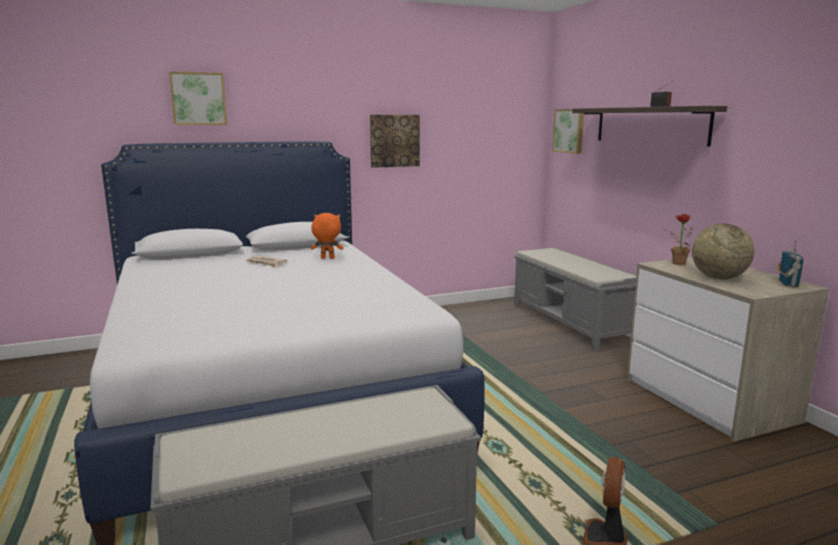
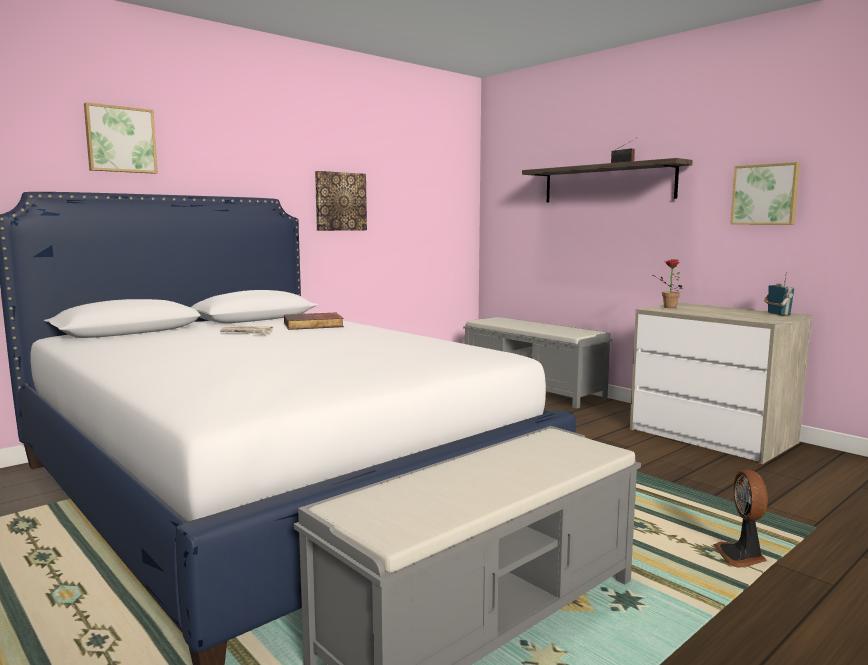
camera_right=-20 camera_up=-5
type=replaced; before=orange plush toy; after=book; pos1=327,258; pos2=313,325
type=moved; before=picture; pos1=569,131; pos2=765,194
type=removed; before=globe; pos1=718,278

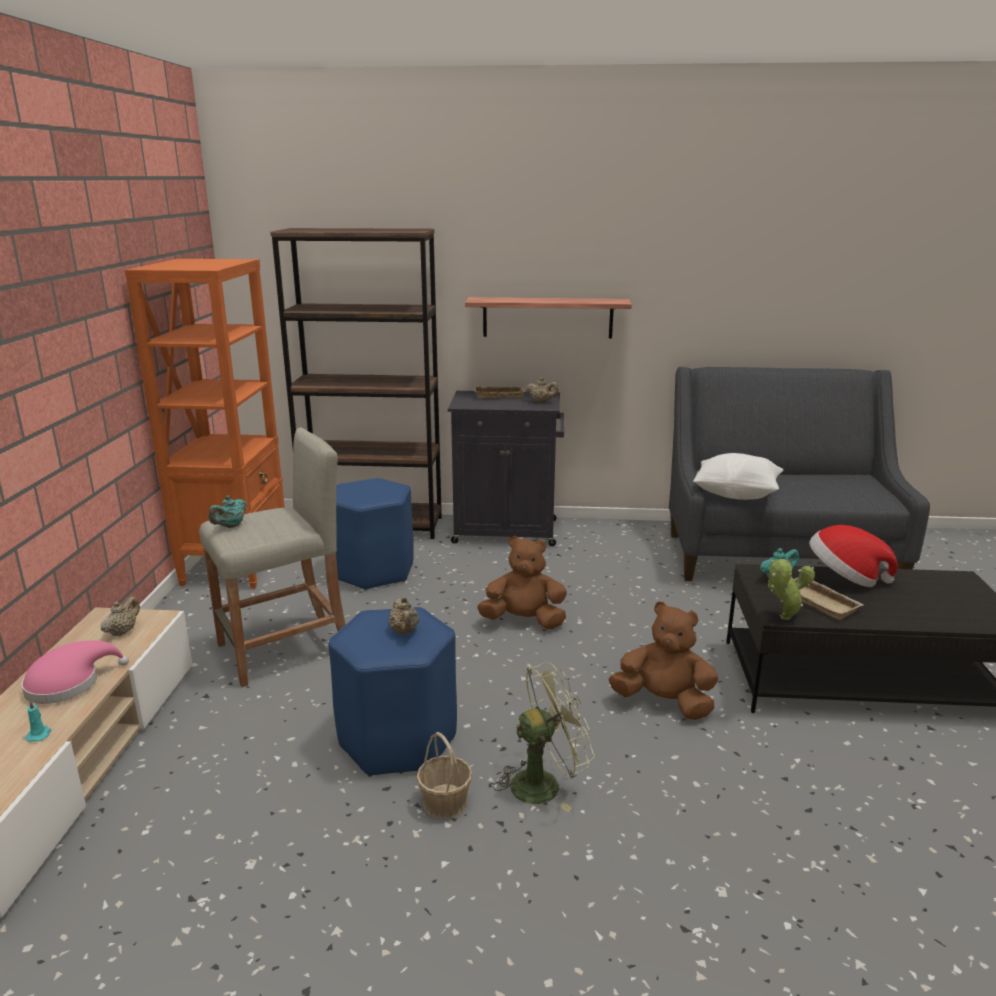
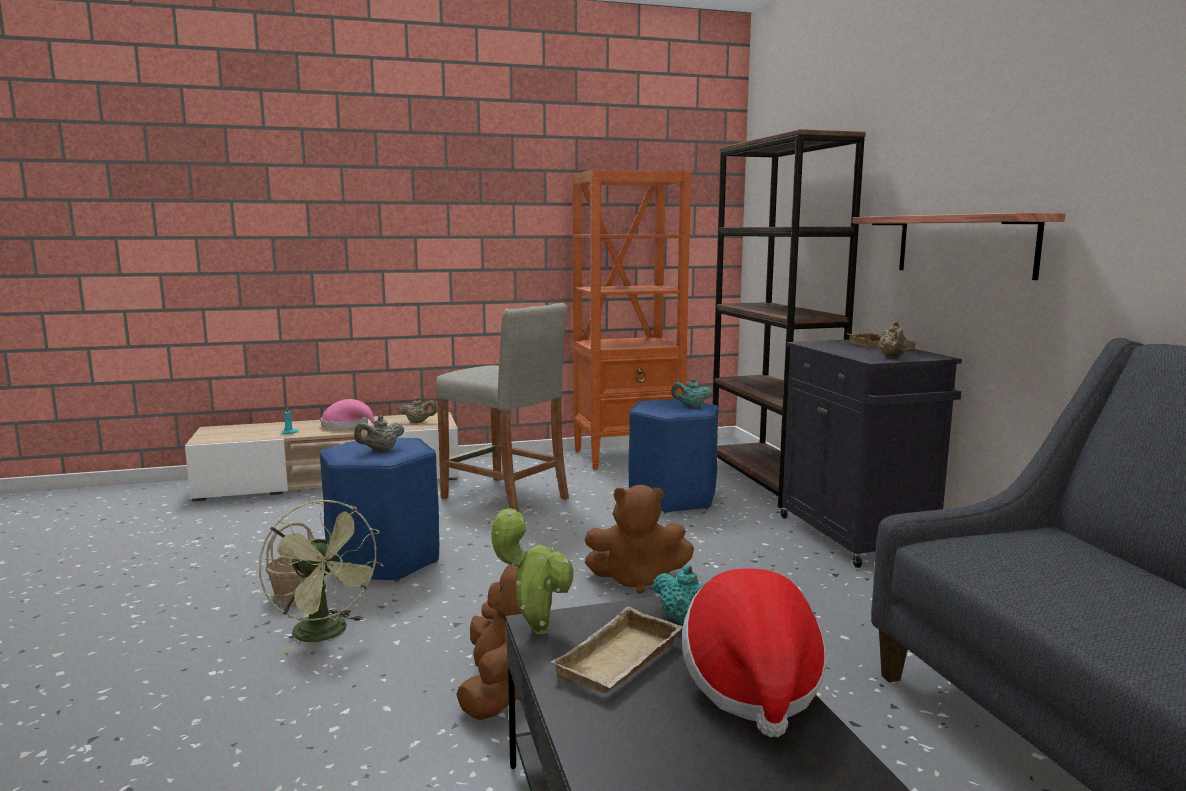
camera_right=70 camera_up=-10
type=moved; before=turquoise teapot; pos1=230,526; pos2=691,407
type=turned; before=brown plush toy; pos1=524,621; pos2=637,579; turn=105
type=removed; before=white pillow; pos1=736,495

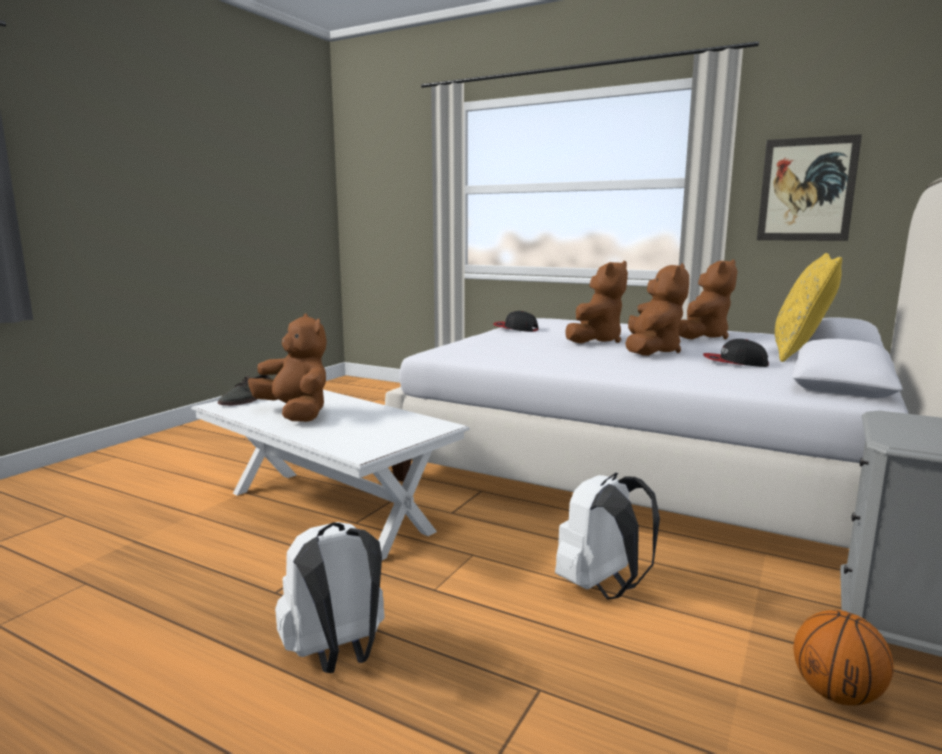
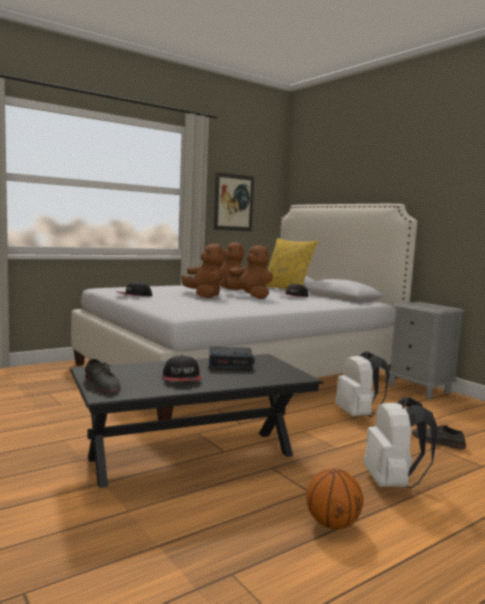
camera_right=-65 camera_up=-5
type=recoloured; before=white coffee table; after=black coffee table; pos1=328,511; pos2=193,456
type=replaced; before=brown plush toy; after=cap; pos1=296,414; pos2=182,378
type=moved; before=basketball; pos1=835,694; pos2=332,524
type=added; after=alarm clock; pos2=230,364
type=added; after=grey shoe; pos2=437,442

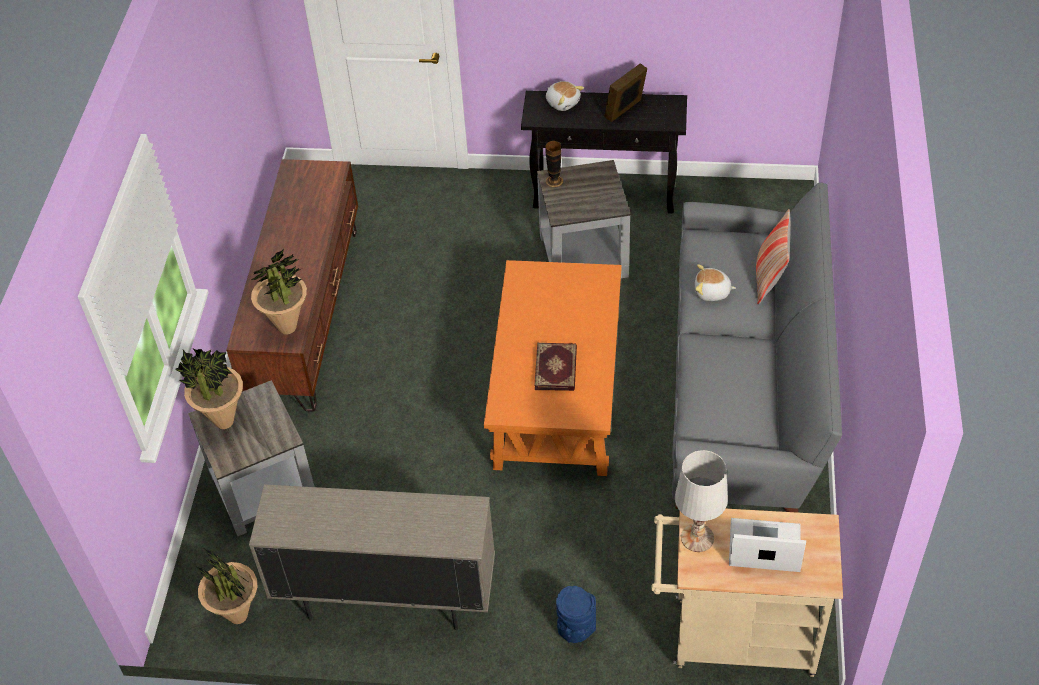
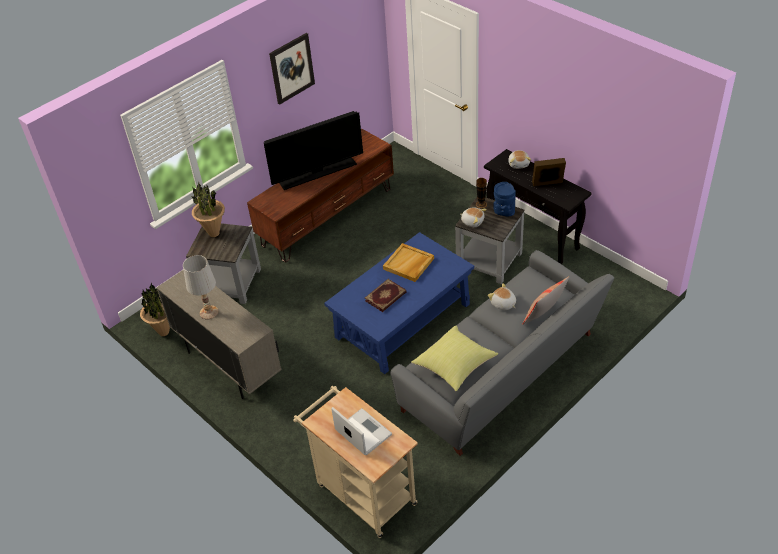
camera_right=40 camera_up=-5
type=removed; before=potted plant; pos1=287,327
type=recoloured; before=orange coffee table; after=blue coffee table; pos1=558,394; pos2=402,321
type=moved; before=blue vase; pos1=576,629; pos2=503,212
type=moved; before=white table lamp; pos1=697,538; pos2=209,312
type=added; after=television; pos2=318,173
type=added; after=picture; pos2=291,68
type=added; after=beige tray; pos2=408,264
type=added; after=yellow pillow; pos2=455,366
type=added; after=plush toy; pos2=472,221

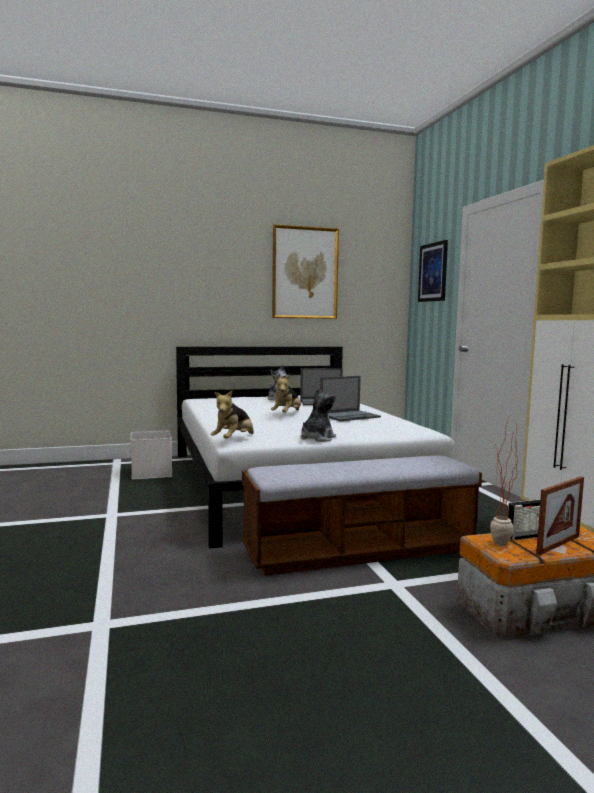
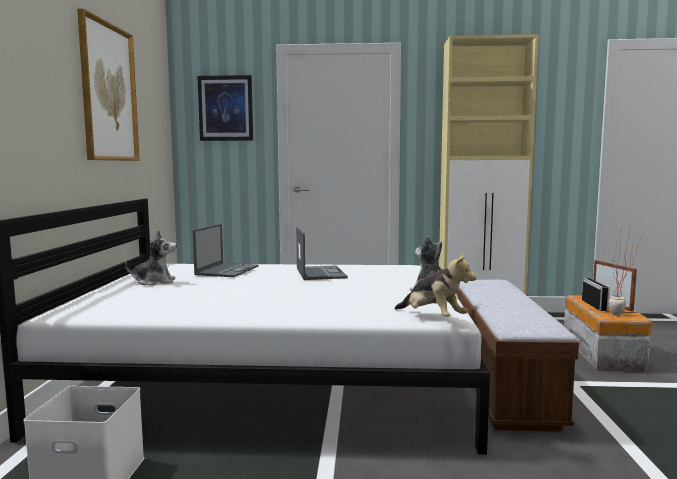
camera_right=-70 camera_up=0
type=removed; before=plush toy; pos1=287,414

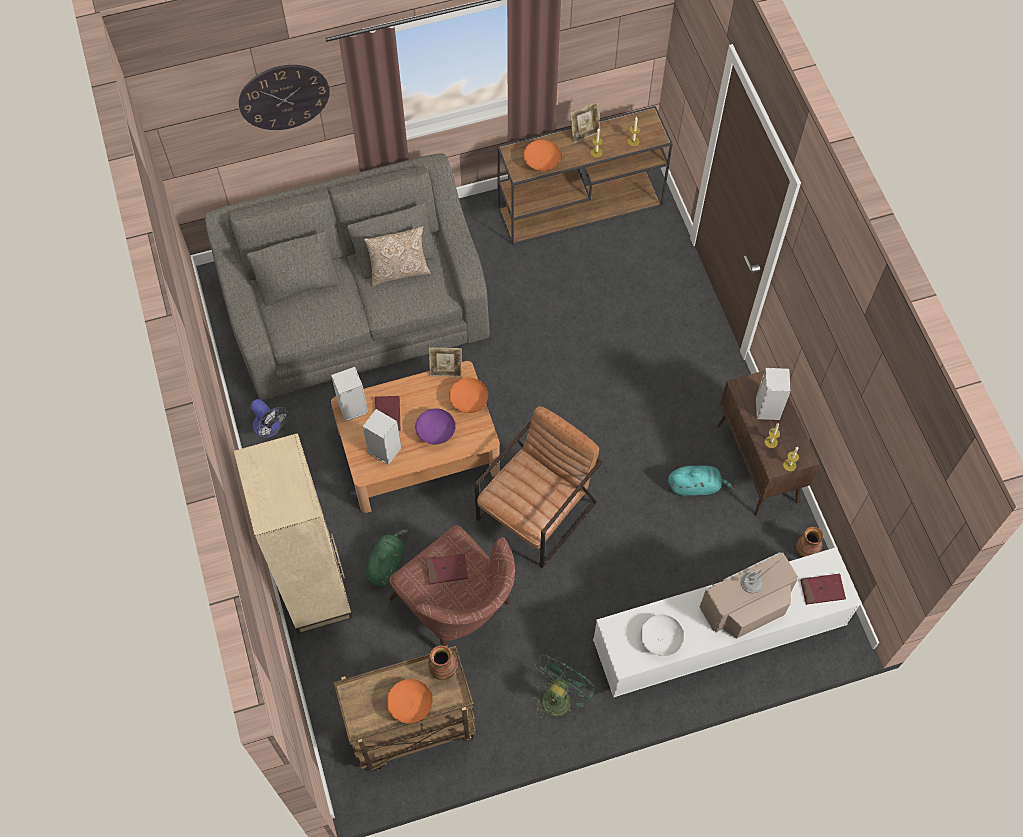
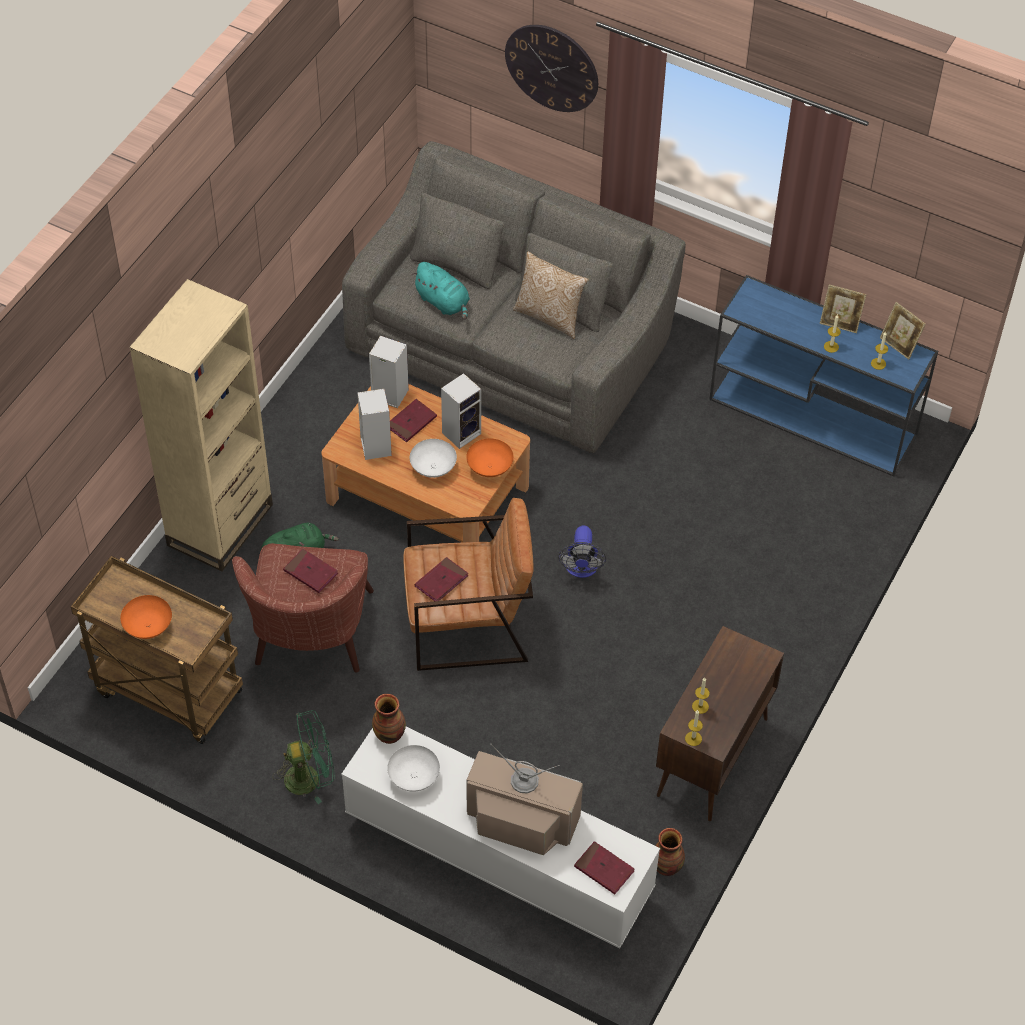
camera_right=45 camera_up=-10
type=moved; before=fan; pos1=270,428; pos2=581,569
type=recoloured; before=purple bowl; after=white bowl; pos1=436,433; pos2=433,468
type=moved; before=vase; pos1=443,669; pos2=390,734
type=moved; before=picture frame; pos1=446,371; pos2=899,345
type=recoloured; before=brown console table; after=blue console table; pos1=581,206; pos2=815,417
type=removed; before=orange bowl; pos1=541,163
type=moved; before=turquoise plush toy; pos1=696,486; pos2=444,302
type=moved; before=speaker; pos1=767,407; pos2=462,432
type=added; after=red book; pos2=441,581

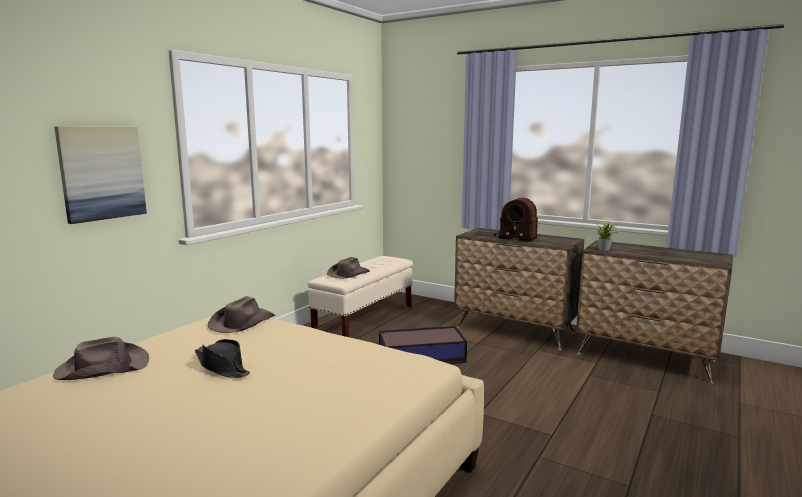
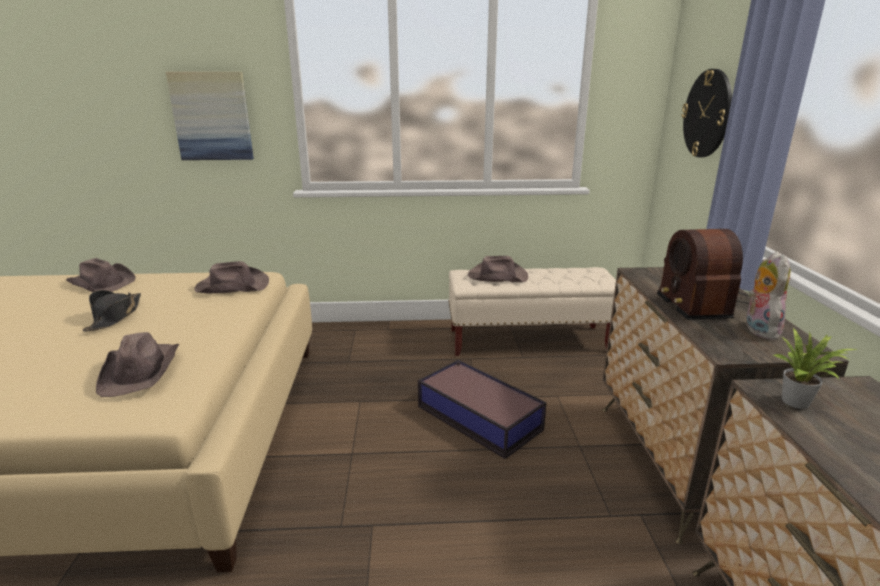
camera_right=55 camera_up=10
type=added; after=brown hat; pos2=141,370
type=added; after=wall clock; pos2=707,114
type=added; after=plush toy; pos2=758,329

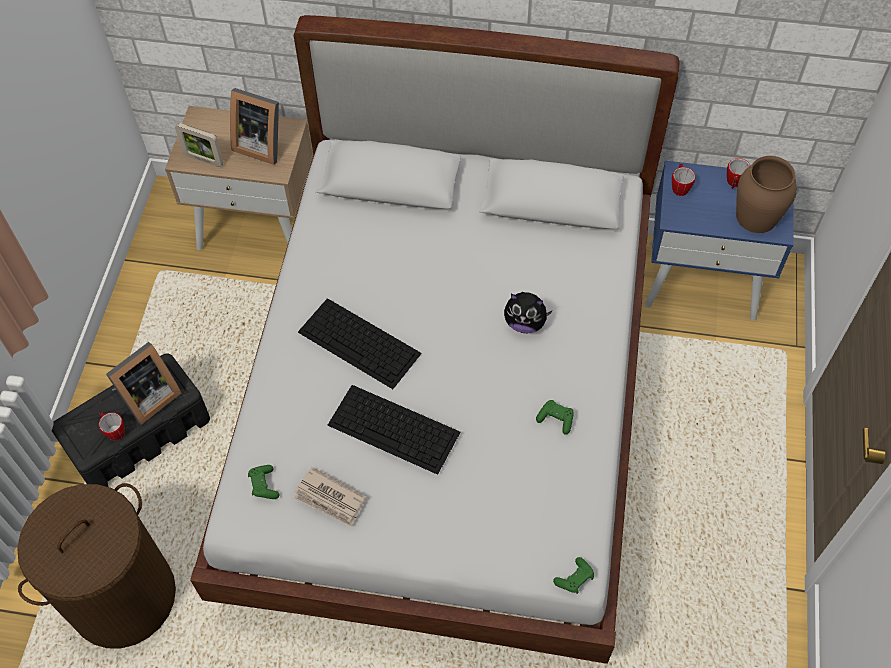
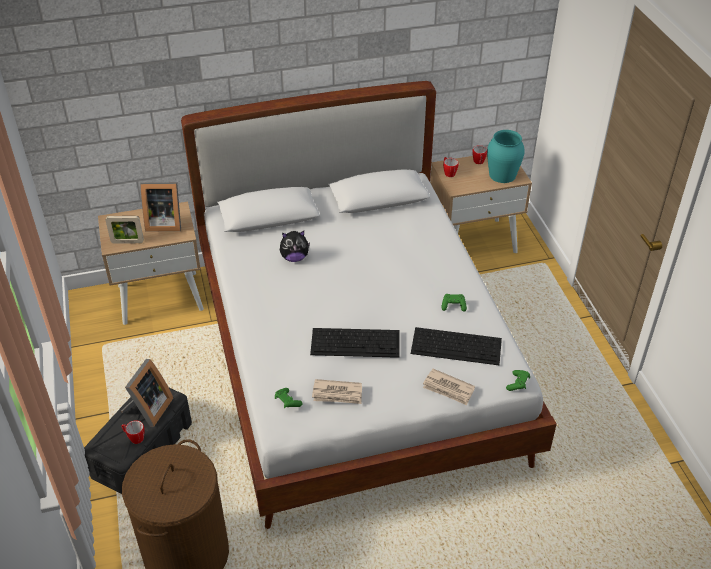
camera_right=-25 camera_up=-15
type=moved; before=keyboard; pos1=360,343; pos2=457,346
type=moved; before=plush toy; pos1=525,323; pos2=294,258
type=recoloured; before=blue nightstand; after=beige nightstand; pos1=703,280; pos2=473,241
type=recoloured; before=brown vase; after=turquoise vase; pos1=756,217; pos2=502,175
type=added; after=newspaper; pos2=448,389

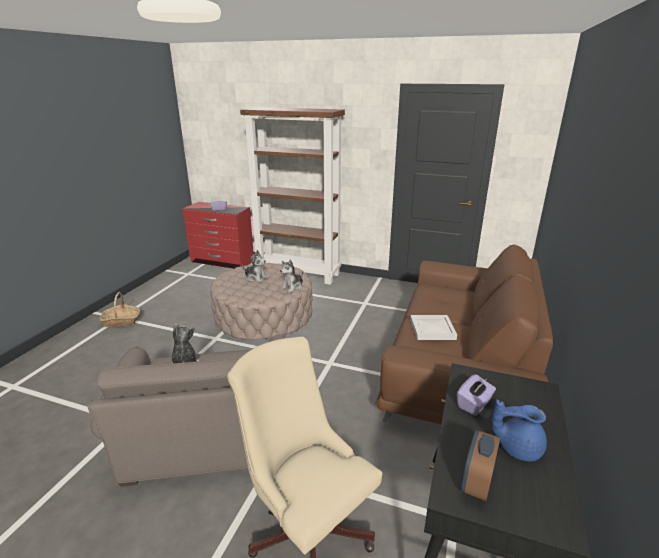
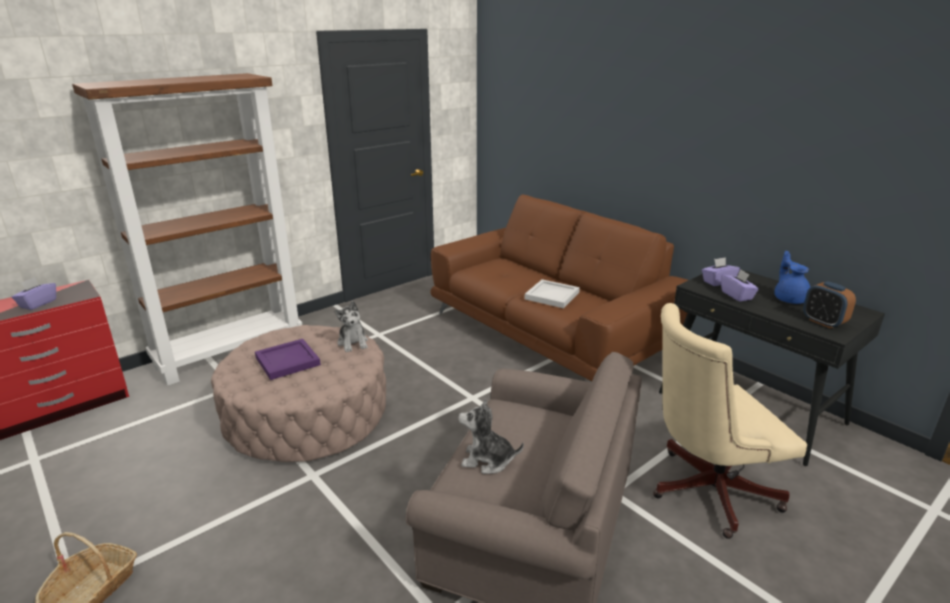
camera_right=-60 camera_up=0
type=replaced; before=plush toy; after=purple tray; pos1=256,278; pos2=286,361
type=turned; before=blue teapot; pos1=517,447; pos2=789,299; turn=135
type=added; after=purple tissue box; pos2=718,282

